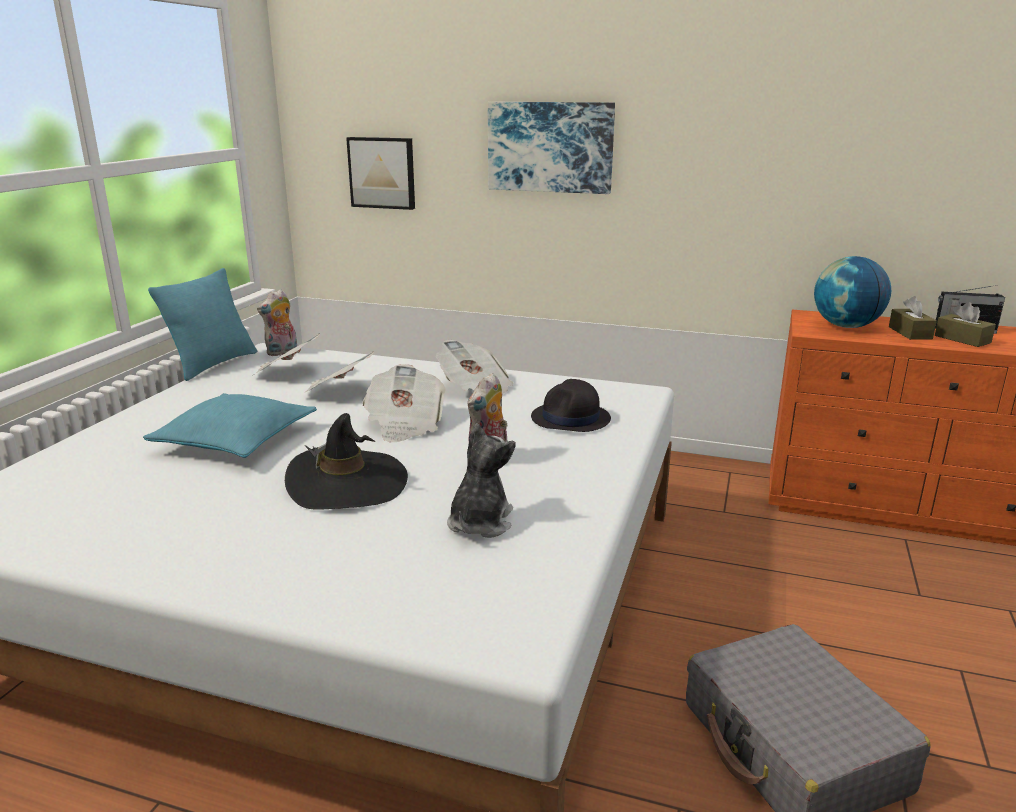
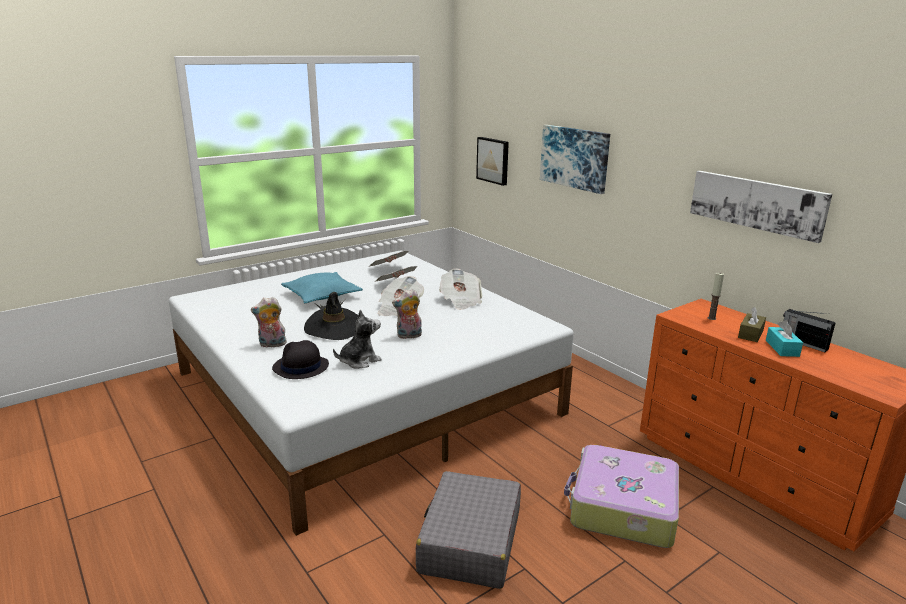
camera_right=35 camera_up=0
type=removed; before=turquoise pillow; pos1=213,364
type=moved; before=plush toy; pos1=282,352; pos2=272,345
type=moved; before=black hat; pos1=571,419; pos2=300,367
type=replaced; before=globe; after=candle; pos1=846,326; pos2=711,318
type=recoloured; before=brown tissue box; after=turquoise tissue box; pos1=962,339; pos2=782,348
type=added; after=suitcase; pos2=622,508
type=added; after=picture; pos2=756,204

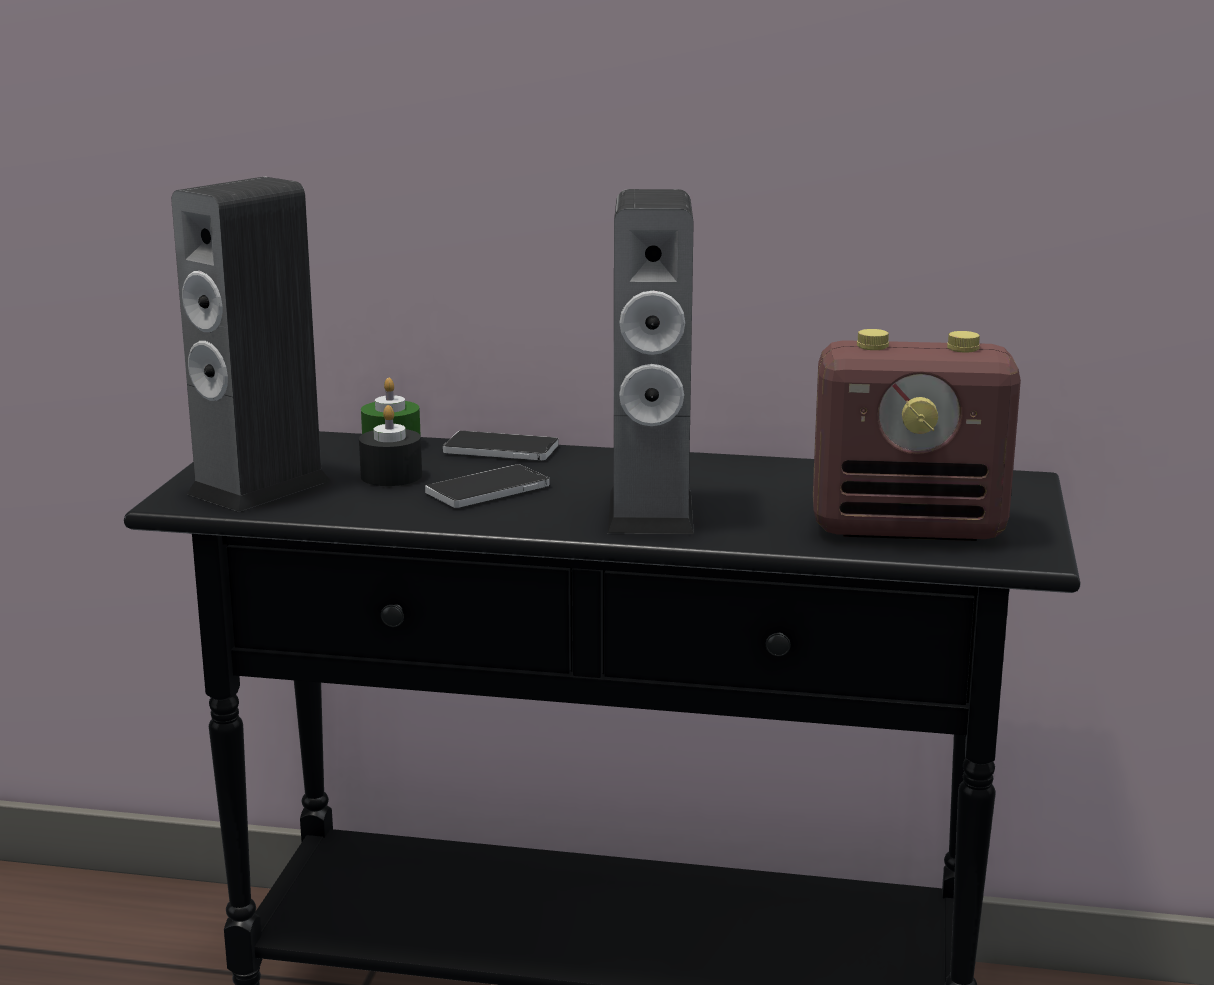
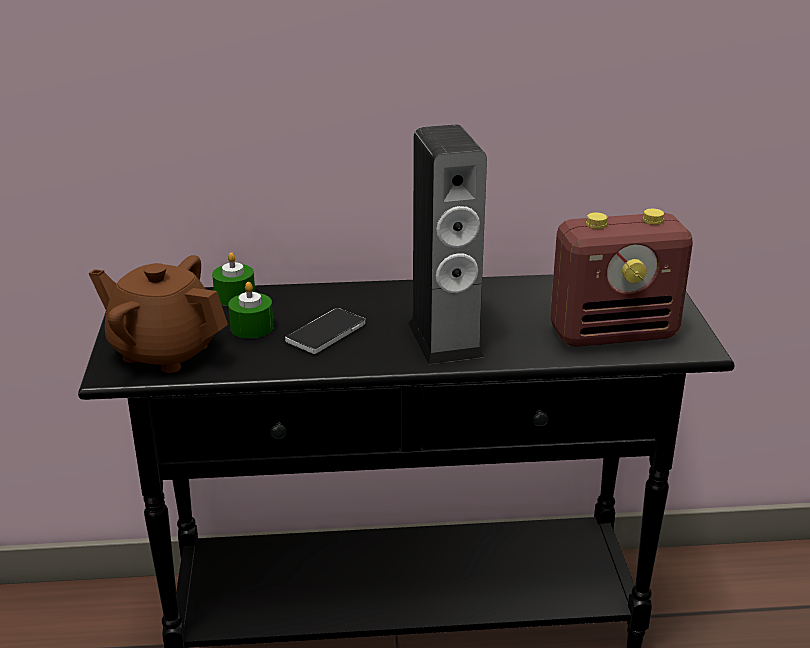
camera_right=-15 camera_up=10
type=replaced; before=speaker; after=brown teapot; pos1=259,487; pos2=164,351
type=recoloured; before=black candle; after=green candle; pos1=391,476; pos2=252,327
type=removed; before=phone; pos1=501,449

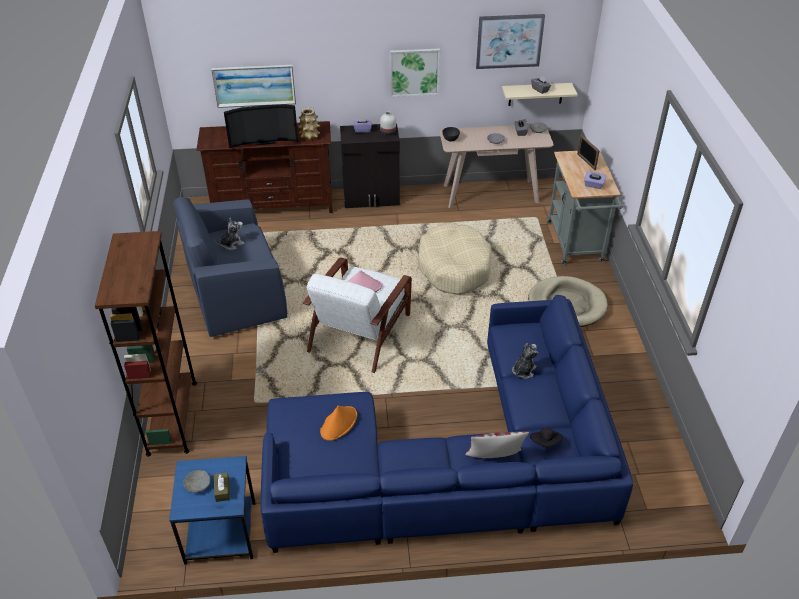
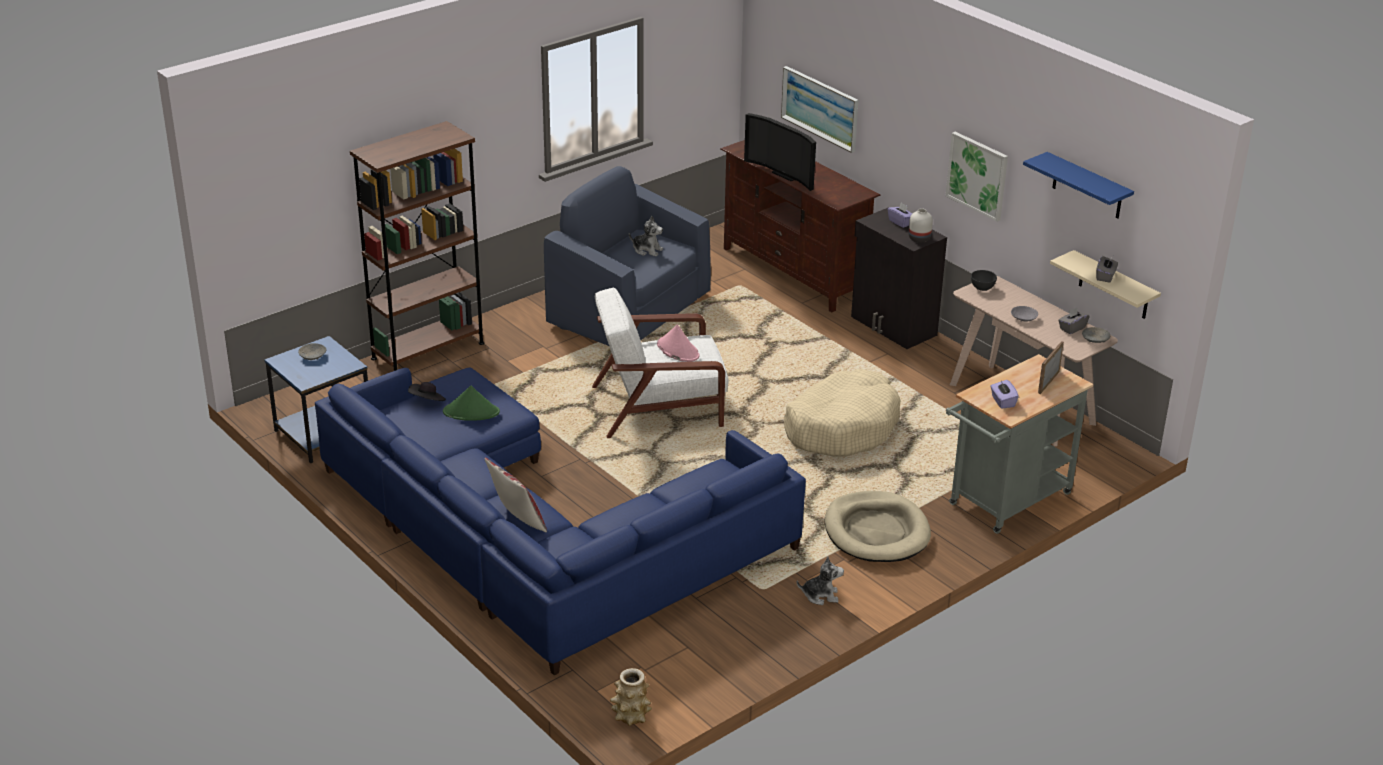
camera_right=55 camera_up=-10
type=removed; before=brown tissue box; pos1=222,490
type=moved; before=vase; pos1=309,136; pos2=631,715
type=recoloured; before=orange hat; after=green hat; pos1=339,423; pos2=471,412
type=replaced; before=picture; after=blue shelf; pos1=509,41; pos2=1087,186
type=moved; before=plush toy; pos1=523,371; pos2=820,595
type=moved; before=black hat; pos1=545,442; pos2=427,401

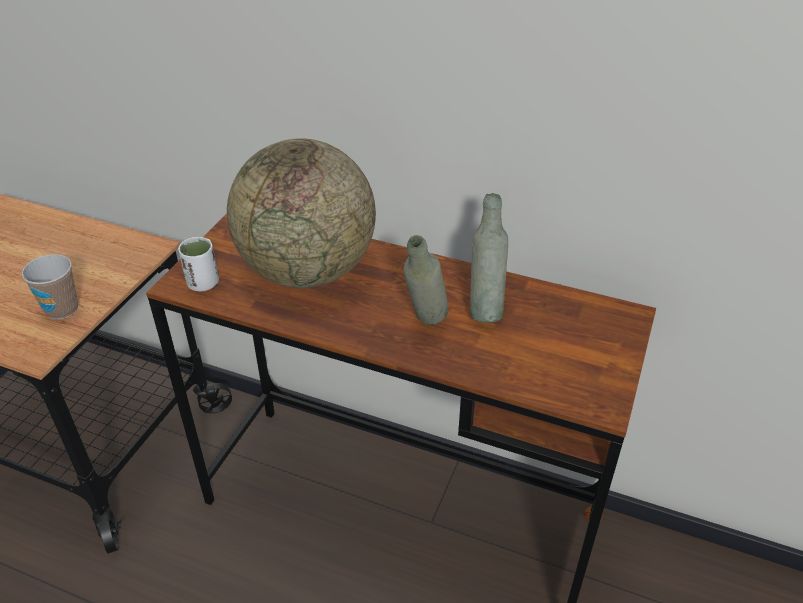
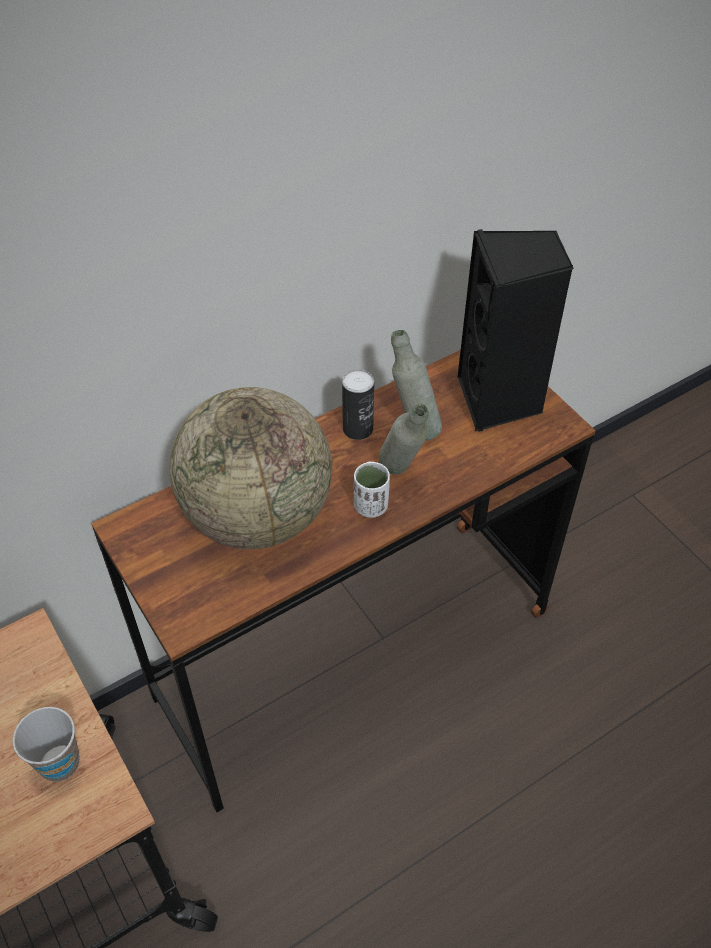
camera_right=-55 camera_up=10
type=moved; before=white cup; pos1=203,283; pos2=371,506
type=added; after=can; pos2=358,429
type=added; after=black speaker; pos2=500,400

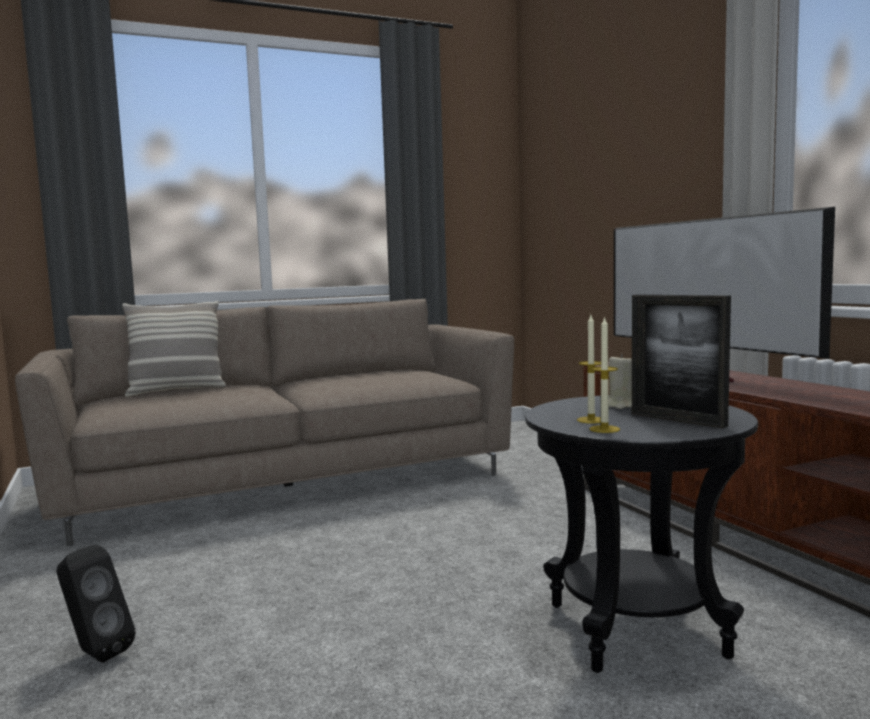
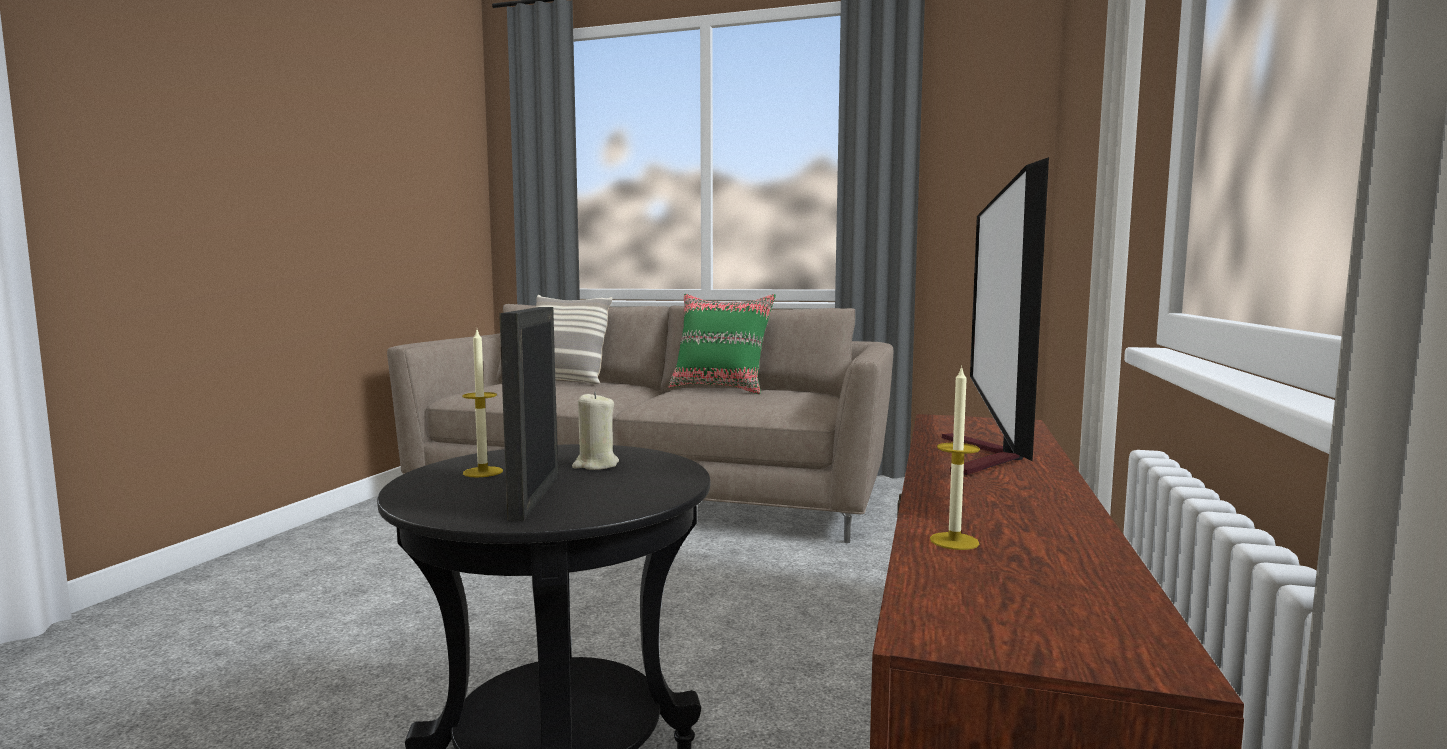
camera_right=40 camera_up=0
type=removed; before=black speaker; pos1=95,653
type=moved; before=candle; pos1=604,429; pos2=954,541
type=added; after=green pillow; pos2=720,388

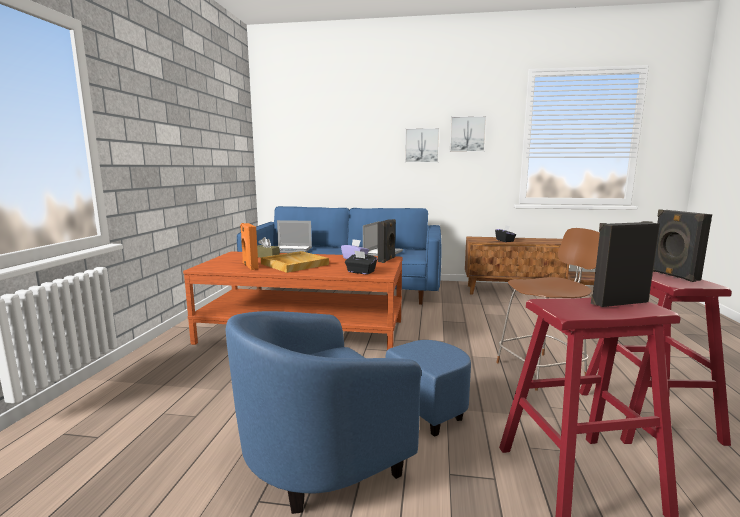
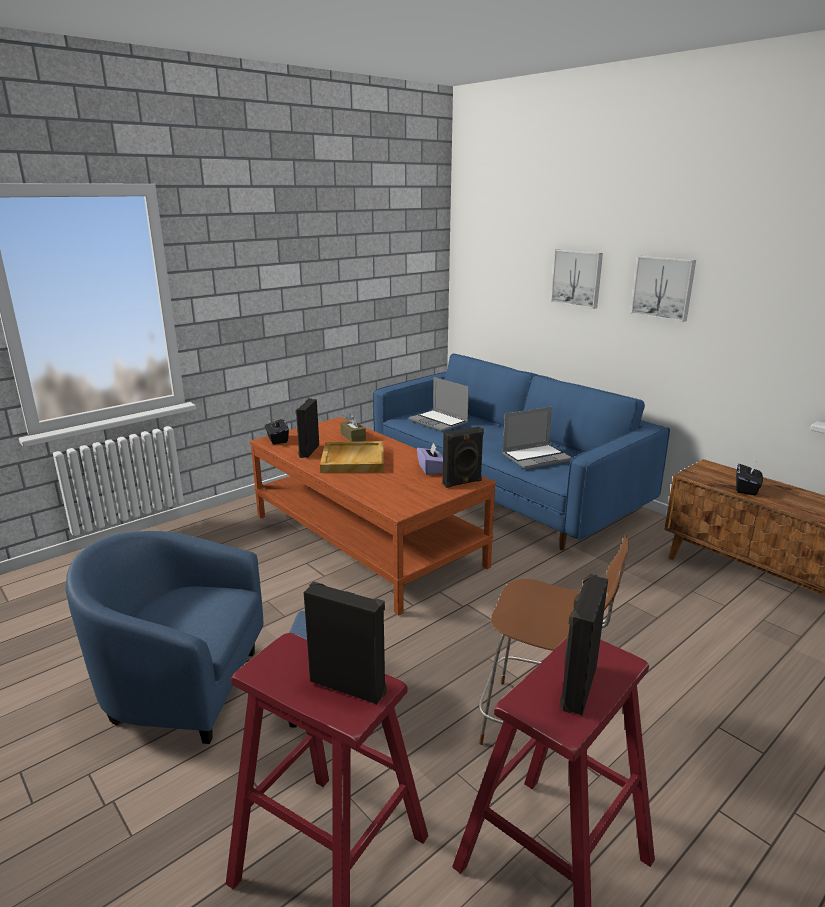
camera_right=40 camera_up=10
type=recoloured; before=orange speaker; after=black speaker; pos1=249,266; pos2=308,451
type=moved; before=black tissue box; pos1=360,272; pos2=277,440
type=moved; before=picture; pos1=467,134; pos2=577,278

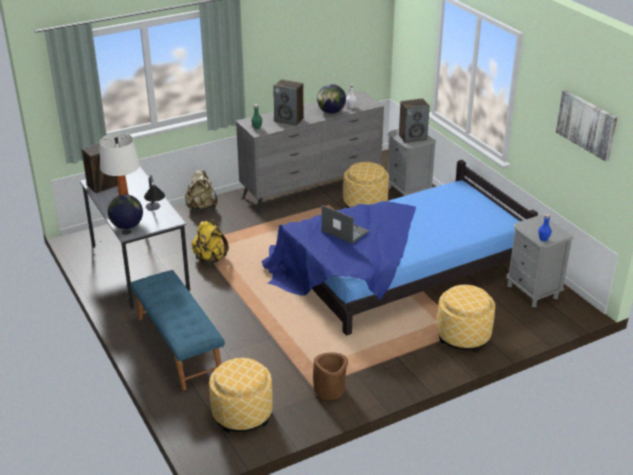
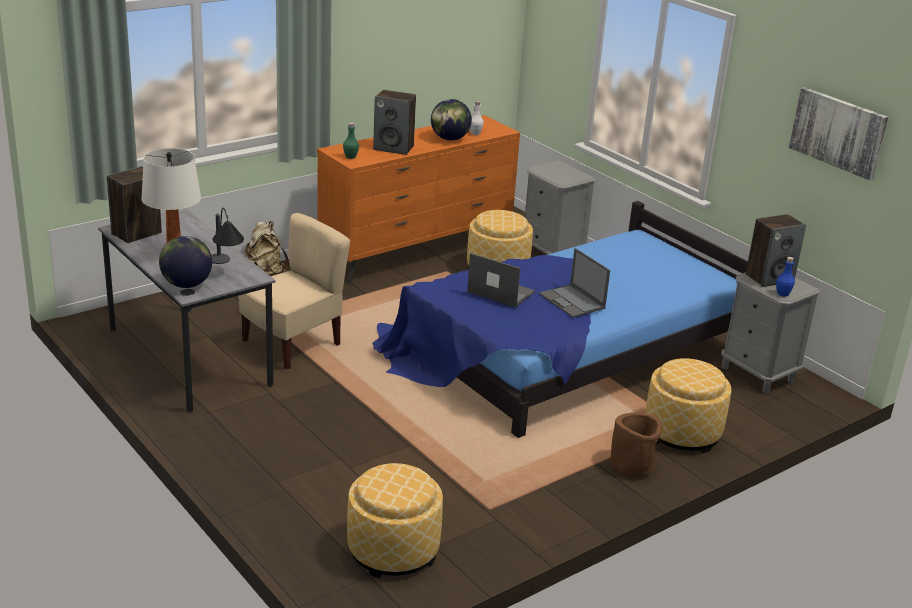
camera_right=-10 camera_up=-5
type=removed; before=blue bench; pos1=178,346
type=replaced; before=yellow backpack; after=beige chair; pos1=210,259; pos2=293,344
type=recoloured; before=grey dresser; after=orange dresser; pos1=312,189; pos2=417,252
type=moved; before=brown planter; pos1=330,390; pos2=633,466
type=moved; before=speaker; pos1=412,137; pos2=769,278
type=added; after=laptop; pos2=572,301

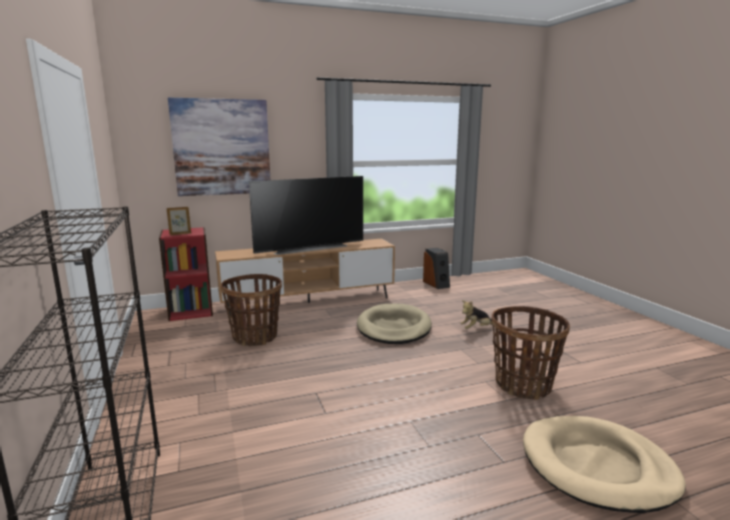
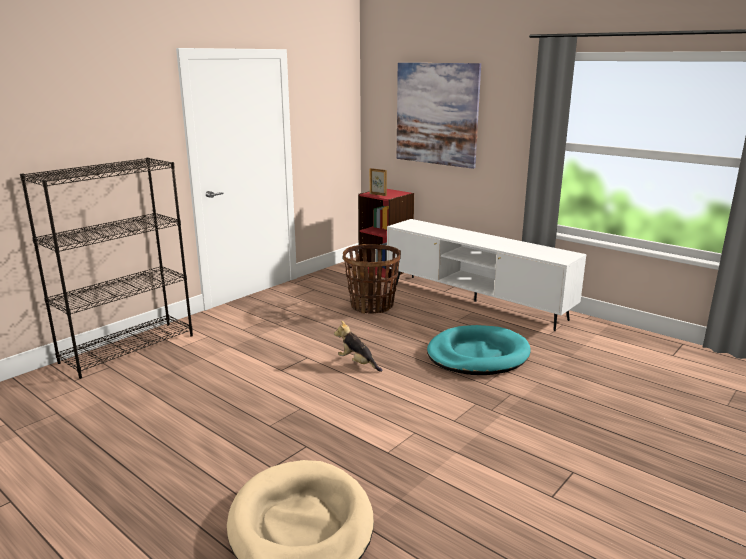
camera_right=60 camera_up=5
type=recoloured; before=brown tv stand; after=white tv stand; pos1=309,302; pos2=475,301
type=removed; before=television; pos1=309,248
type=recoloured; before=beige dog bed; after=turquoise dog bed; pos1=393,328; pos2=477,355
type=removed; before=speaker; pos1=436,284
type=moved; before=plush toy; pos1=476,329; pos2=357,363
type=removed; before=basket; pos1=523,385

